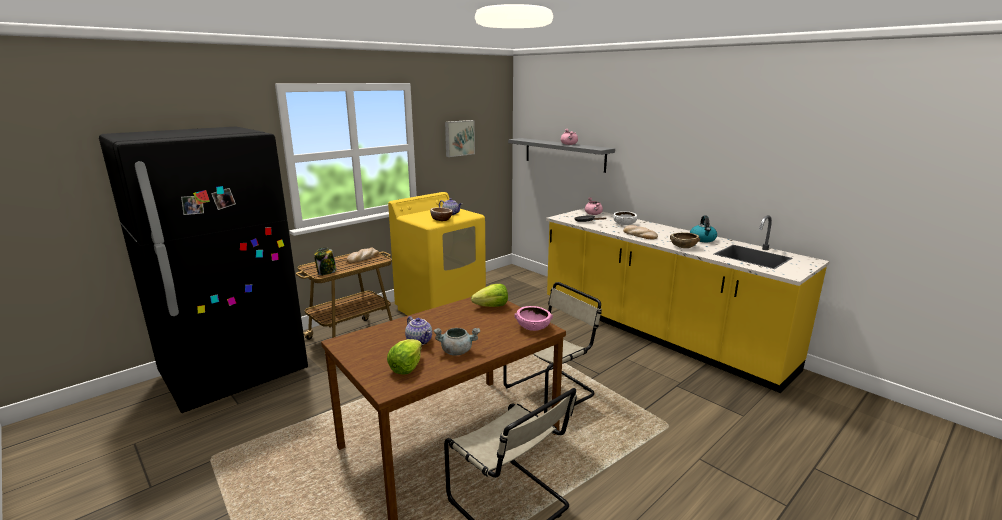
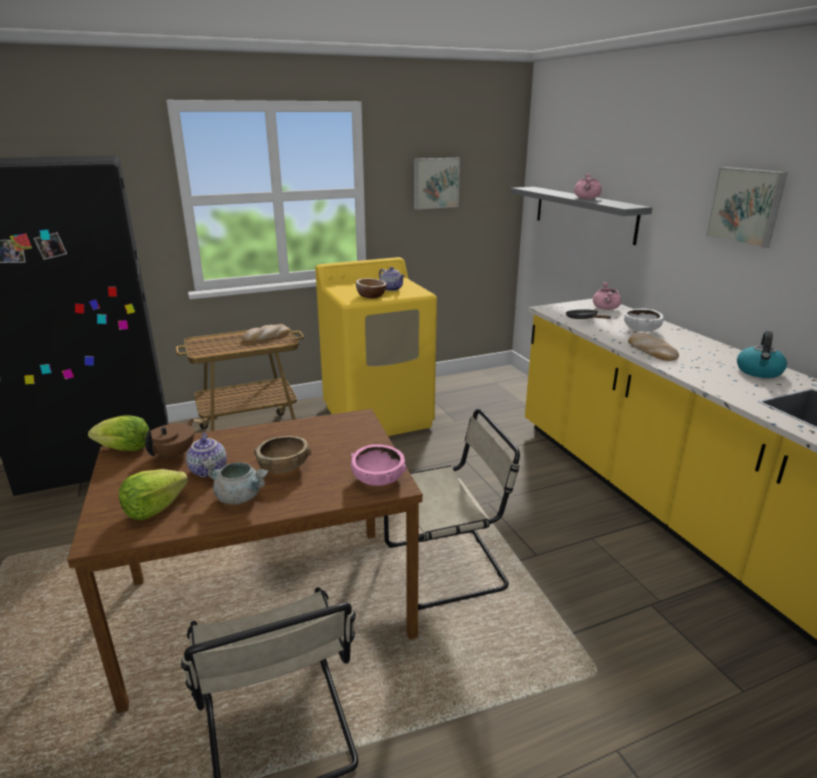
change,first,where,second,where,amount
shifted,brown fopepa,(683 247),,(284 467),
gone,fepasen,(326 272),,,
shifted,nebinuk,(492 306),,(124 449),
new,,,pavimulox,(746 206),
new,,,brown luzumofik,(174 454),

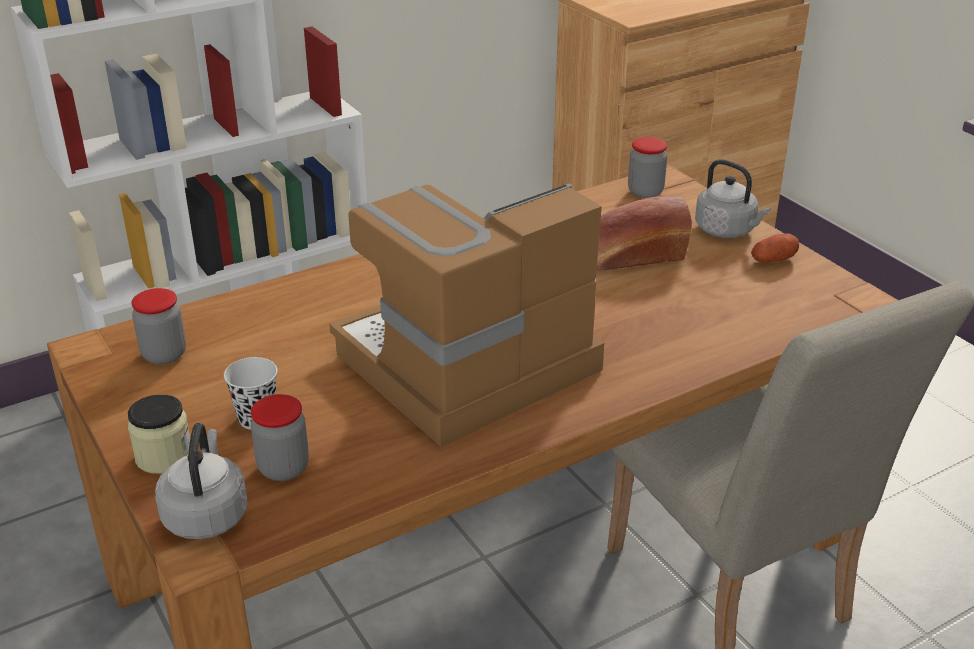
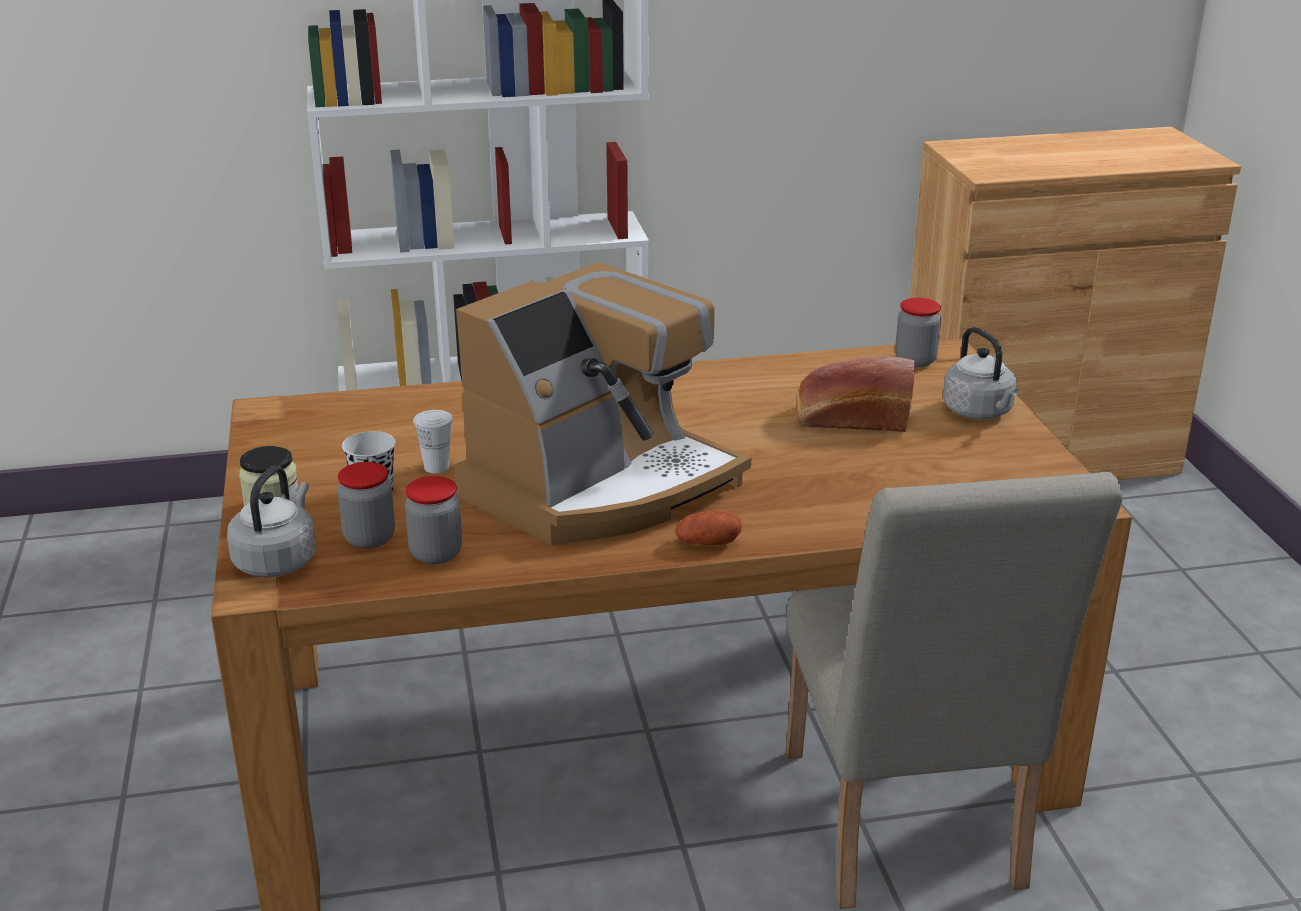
change,first,where,second,where,amount
rotated,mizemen,(466 366),,(601 487),150 degrees clockwise
shifted,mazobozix,(773 260),,(708 543),
shifted,fepasen,(164 354),,(436 553),
new,,,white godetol,(436 467),

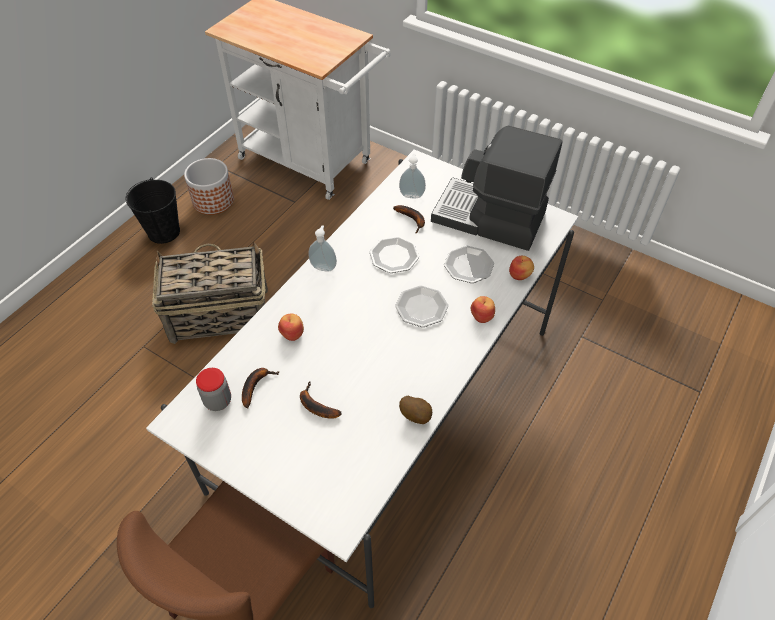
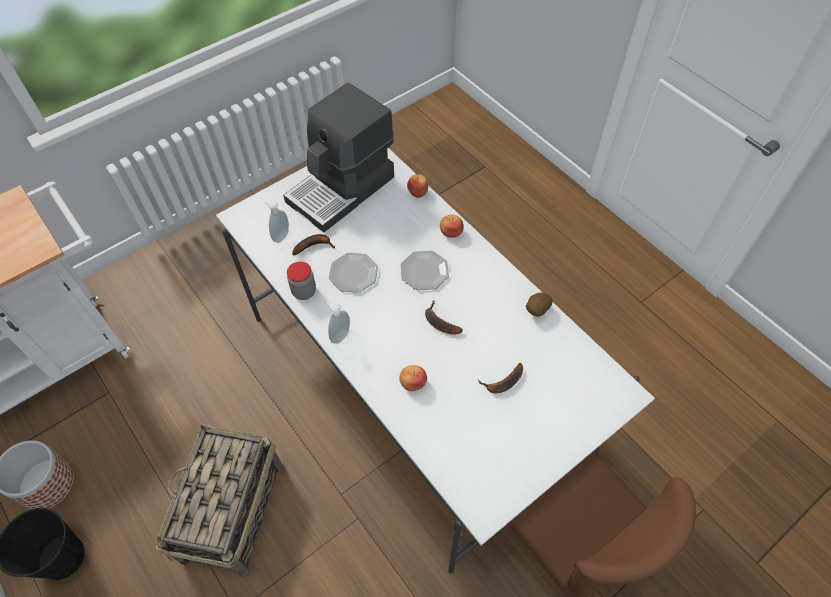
change,first,where,second,where,amount
gone,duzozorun,(468 265),,,
shifted,fepasen,(218 401),,(304 291),
shifted,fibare,(256 386),,(438 322),

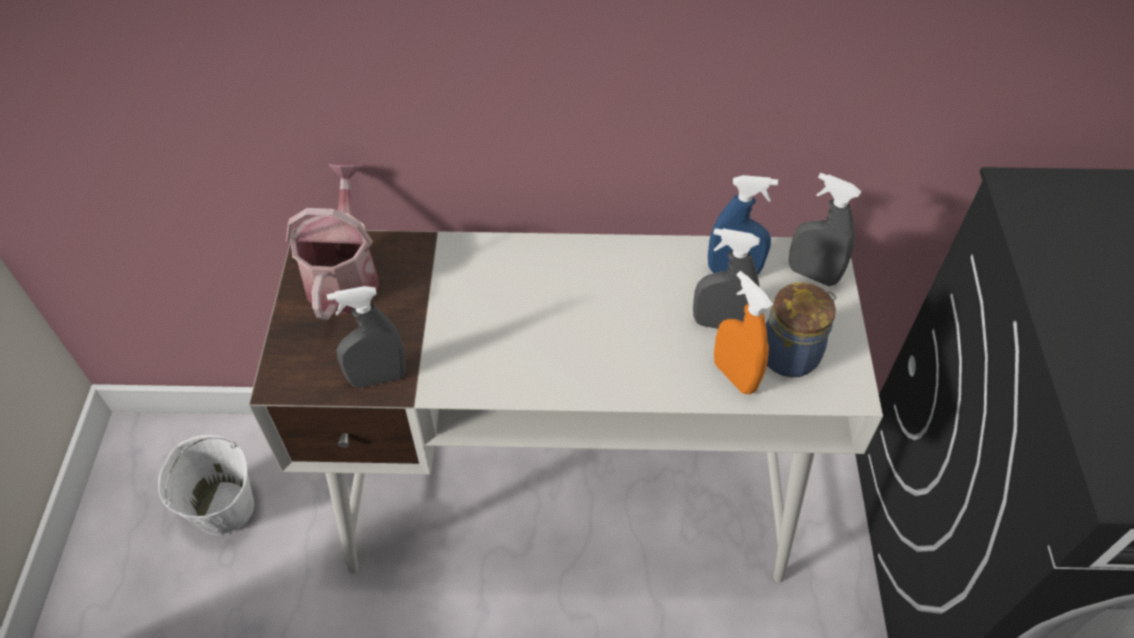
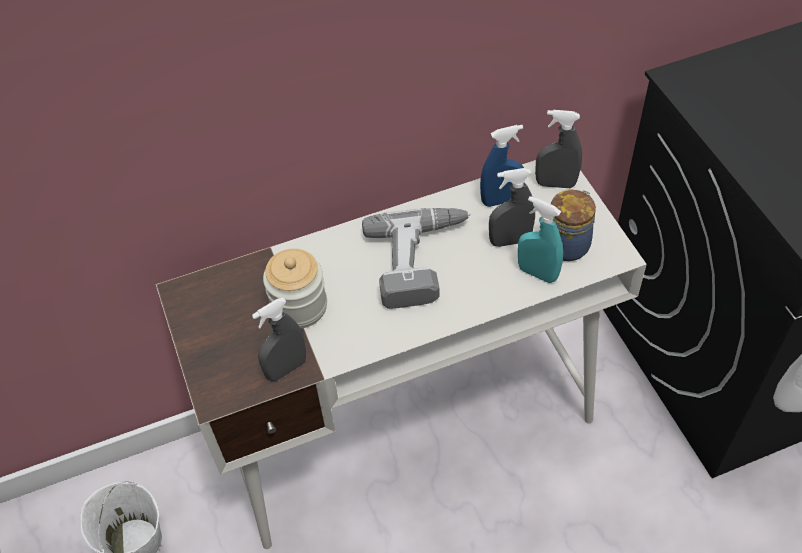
change,first,where,second,where,amount
gone,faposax,(344 274),,,
repainted,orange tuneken,(734 376),turquoise tuneken,(537 273),
new,,,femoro,(422 261),
new,,,fepasen,(299 306),

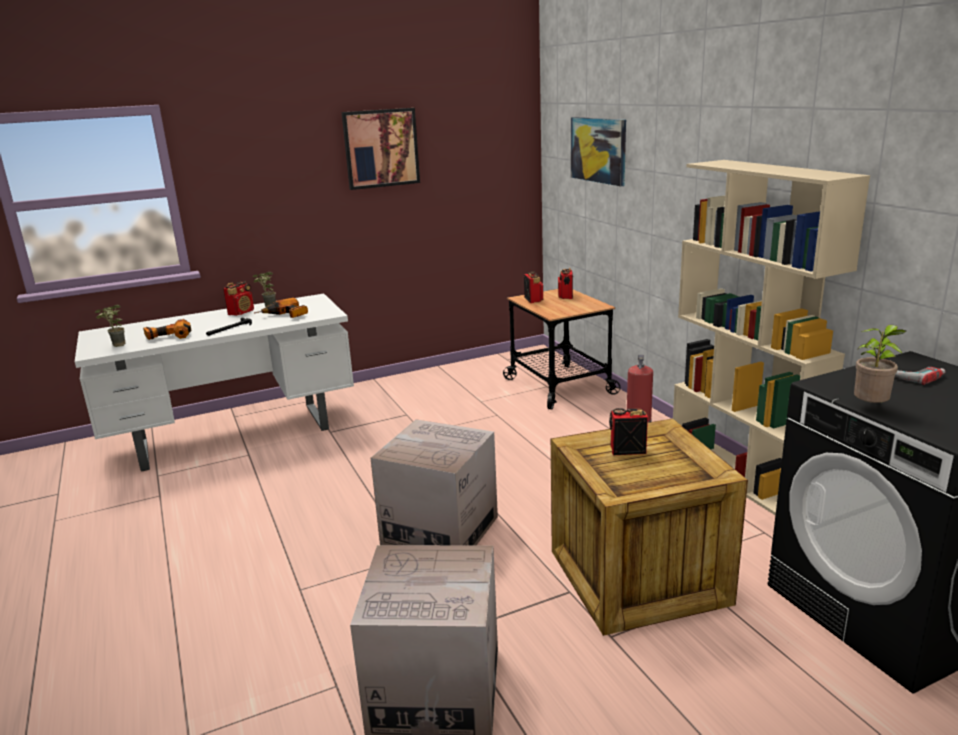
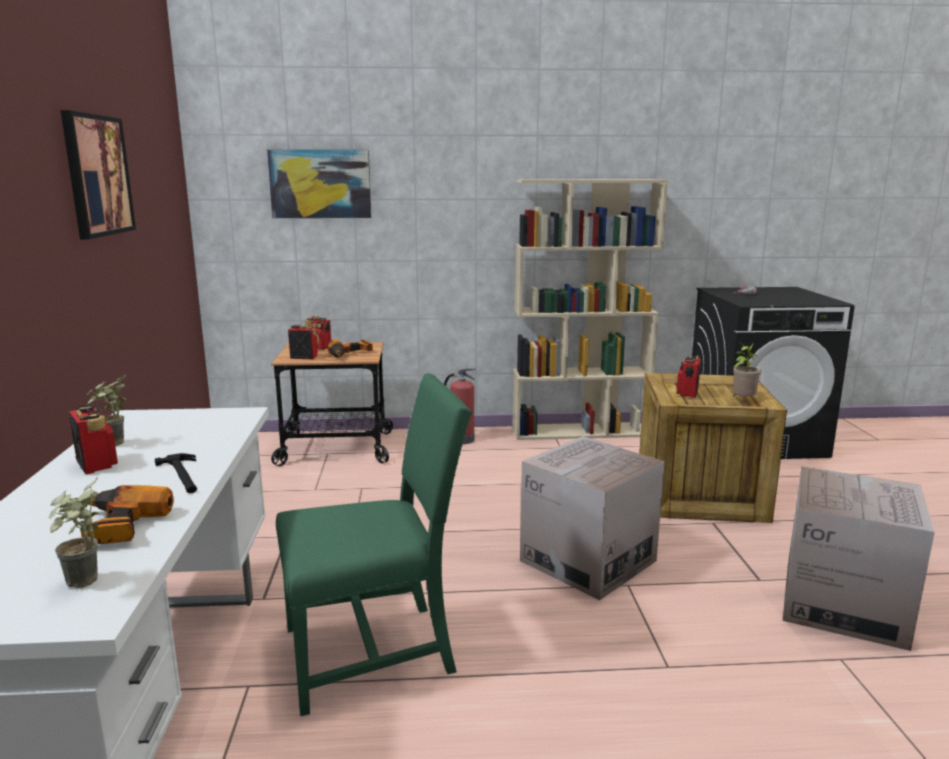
change,first,where,second,where,amount
shifted,femoro,(285 316),,(351 355),
shifted,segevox,(871 408),,(742 401),
new,,,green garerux,(375 651),

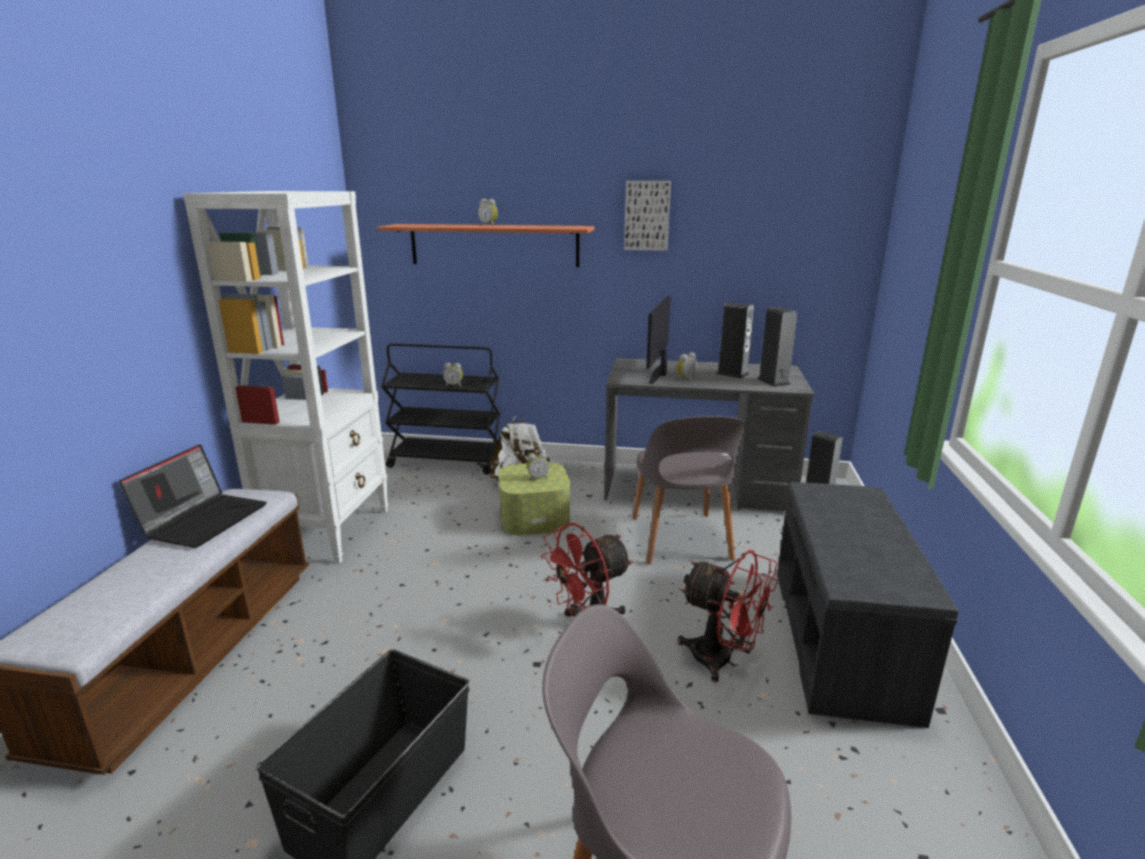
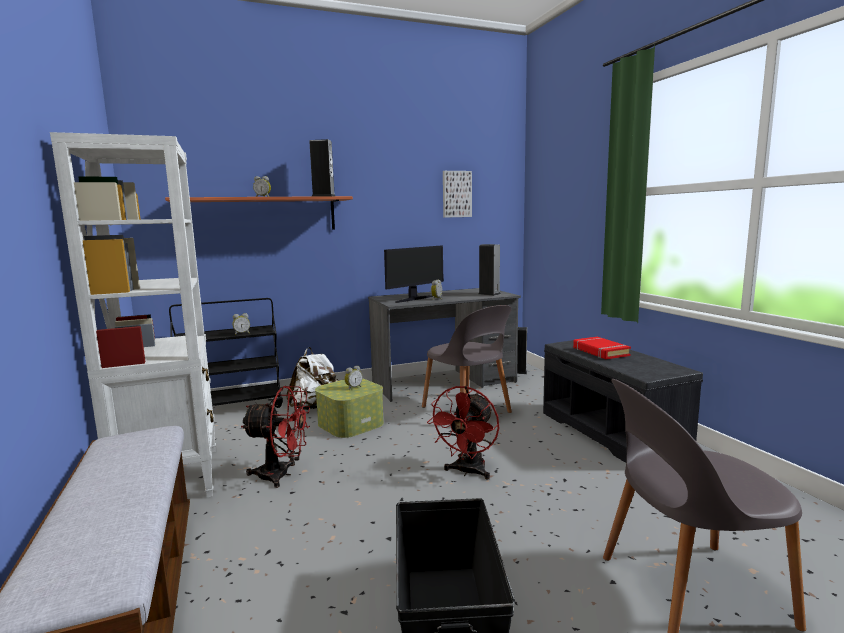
change,first,where,second,where,amount
shifted,pavimulox,(647 215),,(456 194),
rotated,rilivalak,(659 374),,(414 299),120 degrees counterclockwise
shifted,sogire,(732 374),,(323 196),
gone,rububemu,(204 519),,,
shifted,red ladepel,(722 660),,(281 475),
new,,,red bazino,(600 352),

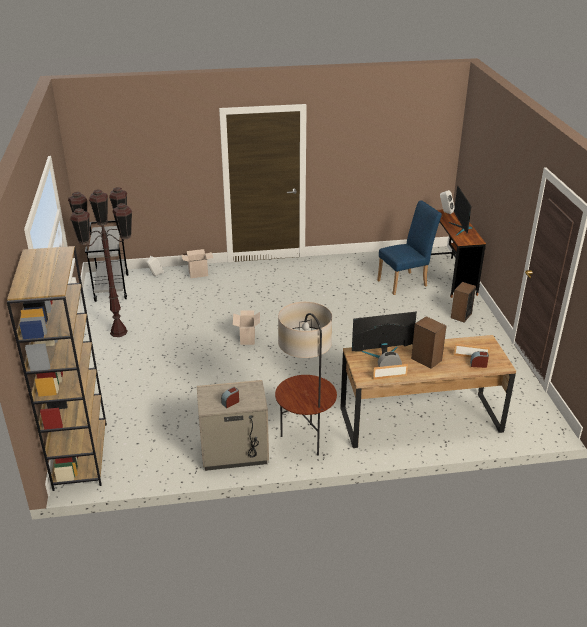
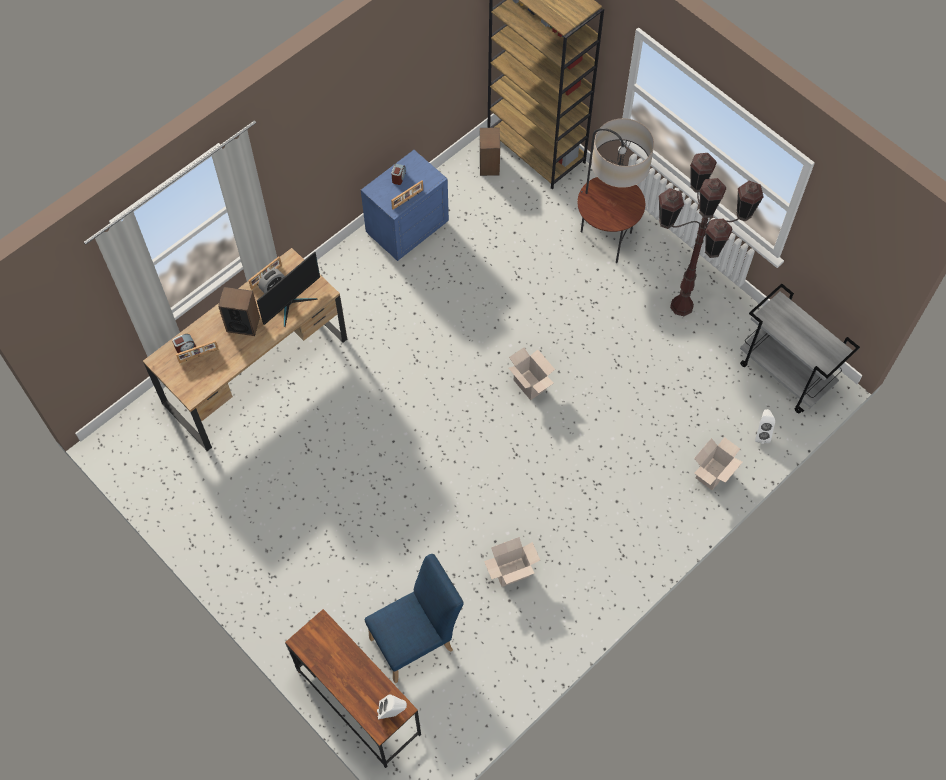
change,first,where,second,where,amount
gone,rilivalak,(461 228),,,
rotated,blue garerux,(405 282),,(417 641),150 degrees counterclockwise
shifted,sogire,(461 316),,(489 165),
shifted,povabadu,(305 440),,(605 240),
repainted,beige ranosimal,(234 452),blue ranosimal,(406 227),
new,,,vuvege,(408 199),
new,,,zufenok,(511 573),

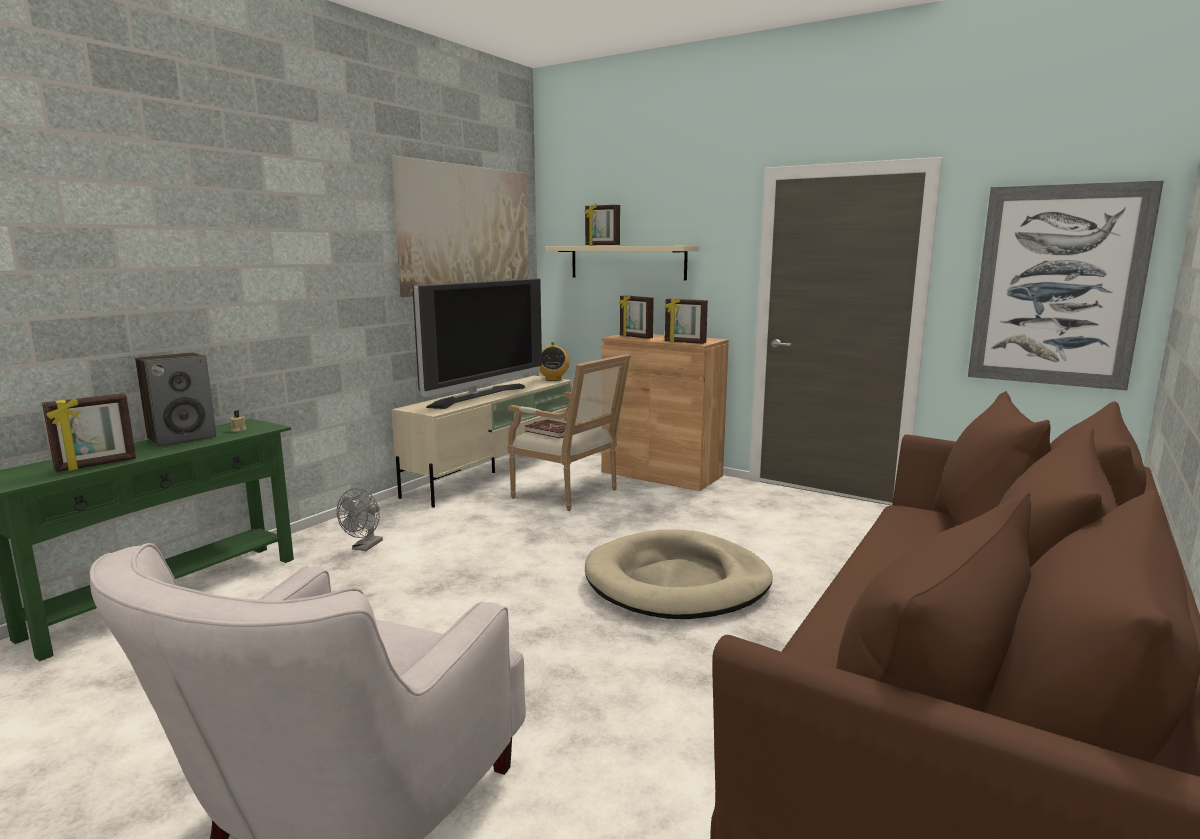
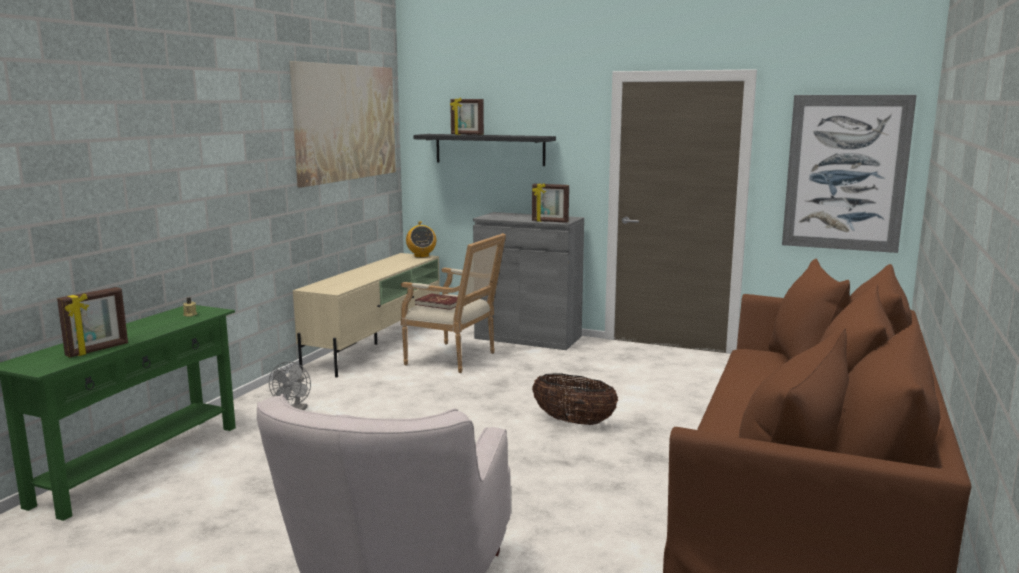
change,first,where,second,where,amount
repainted,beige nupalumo,(627 262),black nupalumo,(489 149),
gone,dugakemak,(479 396),,,
gone,vuvege,(635 337),,,
repainted,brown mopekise,(661 474),grey mopekise,(528 337),
gone,sogire,(182 438),,,
swapped,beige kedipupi,(677 582),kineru,(573 422),

